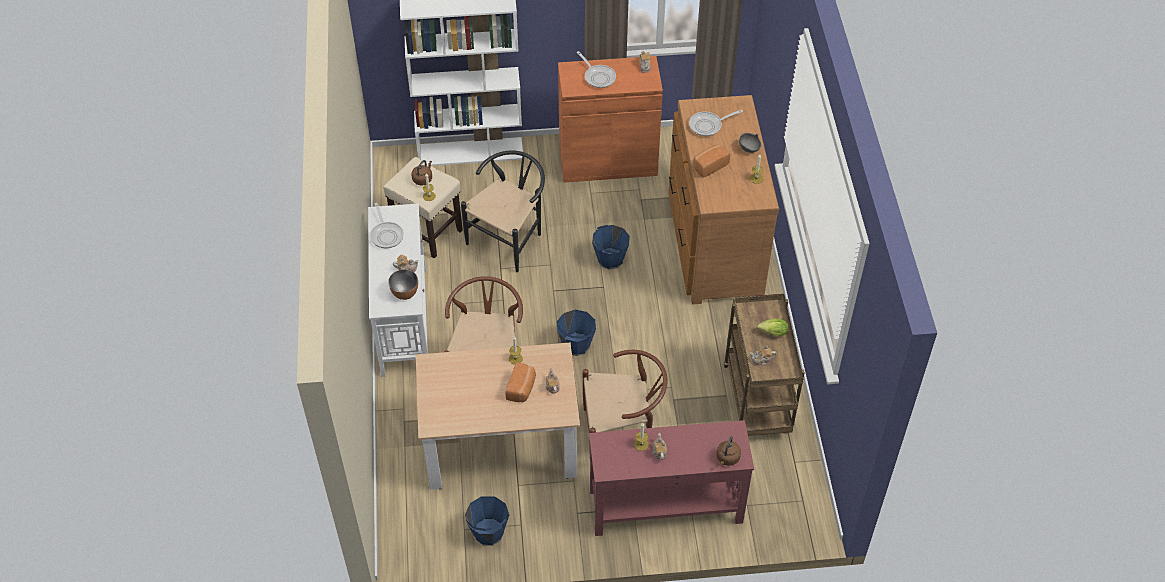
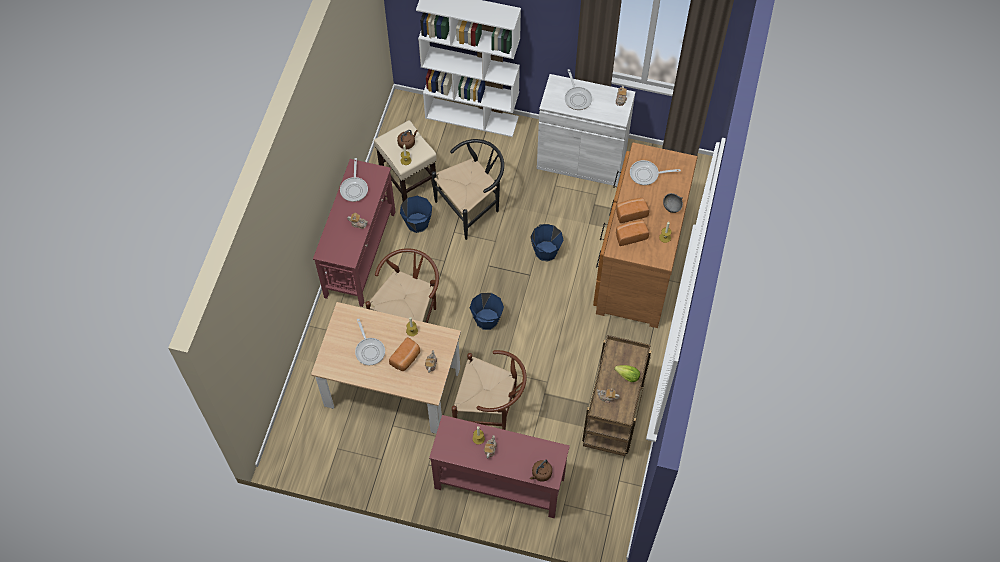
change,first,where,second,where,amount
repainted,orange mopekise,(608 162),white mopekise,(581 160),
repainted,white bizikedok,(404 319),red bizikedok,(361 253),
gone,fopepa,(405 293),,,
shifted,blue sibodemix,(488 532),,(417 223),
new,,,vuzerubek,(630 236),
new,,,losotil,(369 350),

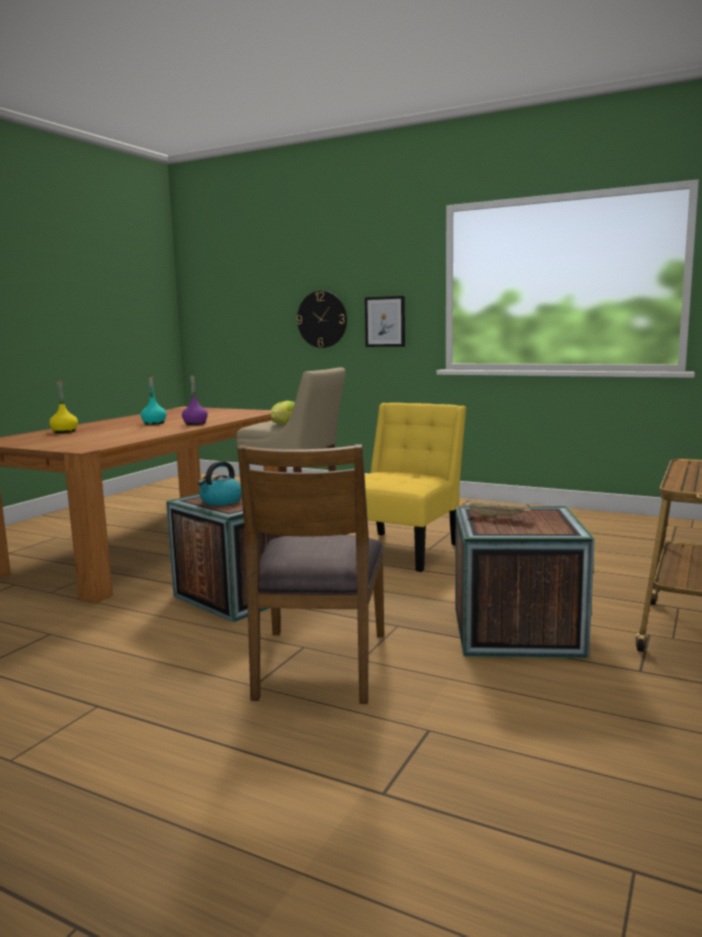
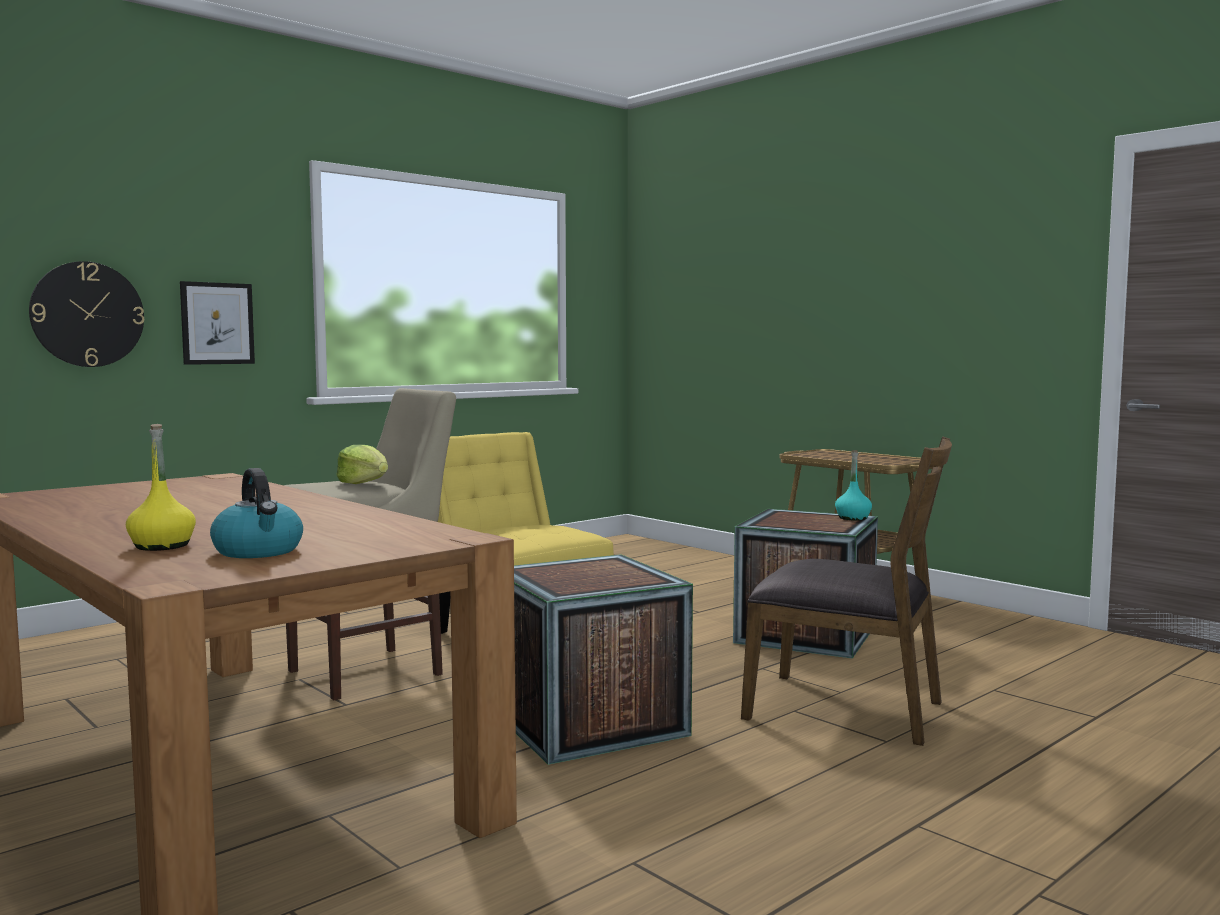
change,first,where,second,where,amount
shifted,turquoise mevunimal,(154 423),,(852 518),
gone,purple mevunimal,(195 423),,,
shifted,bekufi,(221 501),,(259 551),
gone,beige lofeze,(497 517),,,

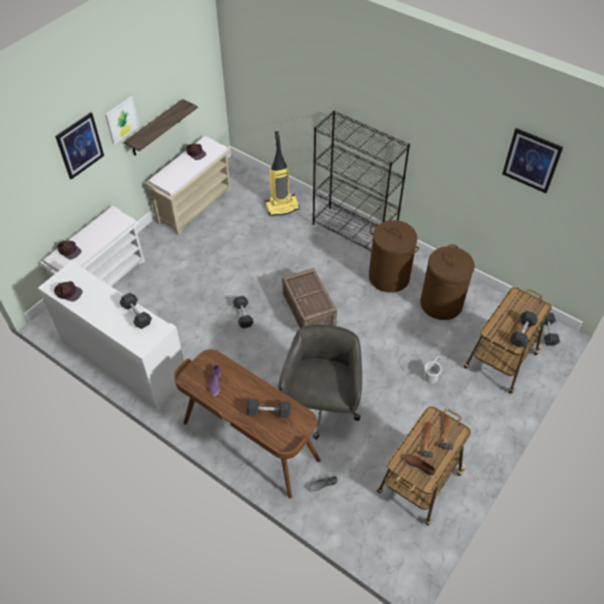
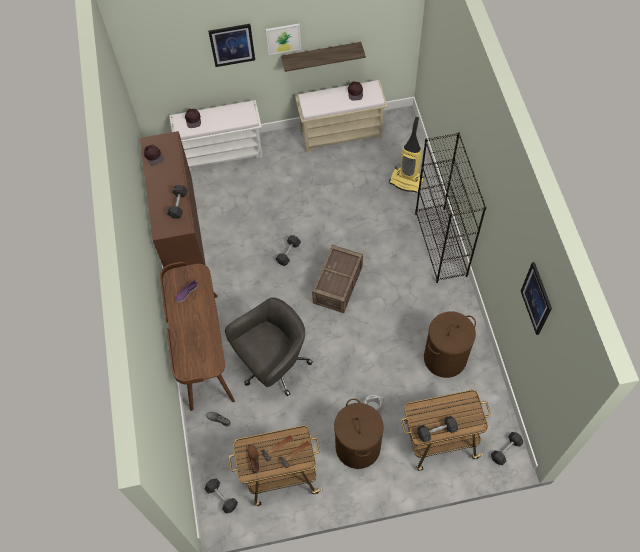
change,first,where,second,where,amount
shifted,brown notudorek,(388 277),,(357 446),
repainted,white mopekise,(124 361),brown mopekise,(180 227),
shifted,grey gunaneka,(269 412),,(222 497),

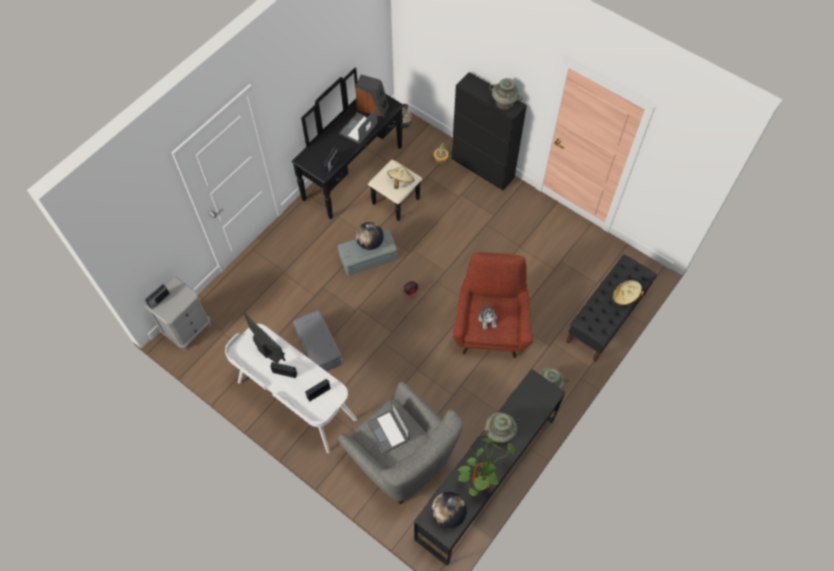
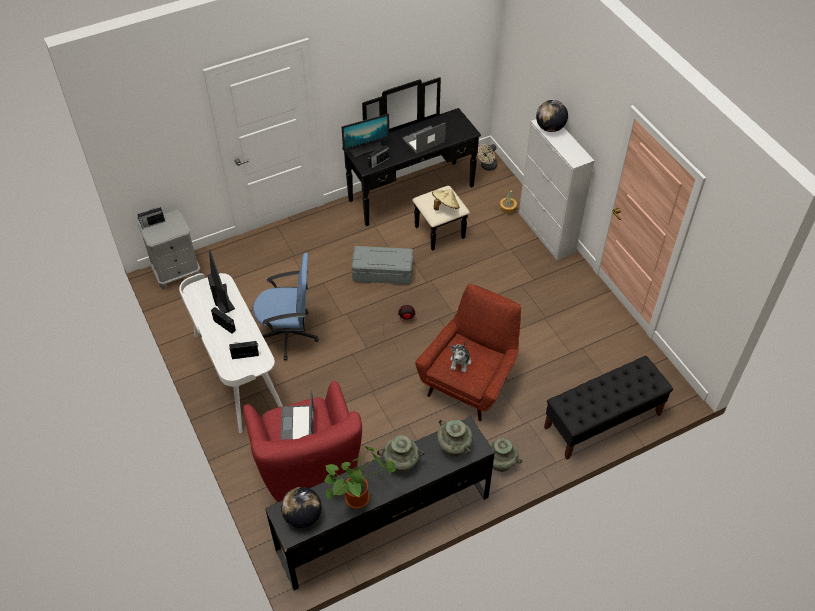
change,first,where,second,where,amount
repainted,black mopekise,(483 168),white mopekise,(547 232),
gone,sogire,(373 107),,,
shifted,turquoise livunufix,(504 102),,(453 446),
shifted,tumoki,(370 243),,(550 128),
gone,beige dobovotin,(625 297),,,
swapped,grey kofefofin,(319 347),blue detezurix,(288 334),
repainted,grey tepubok,(402 459),red tepubok,(308 469),
new,,,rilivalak,(366 149),

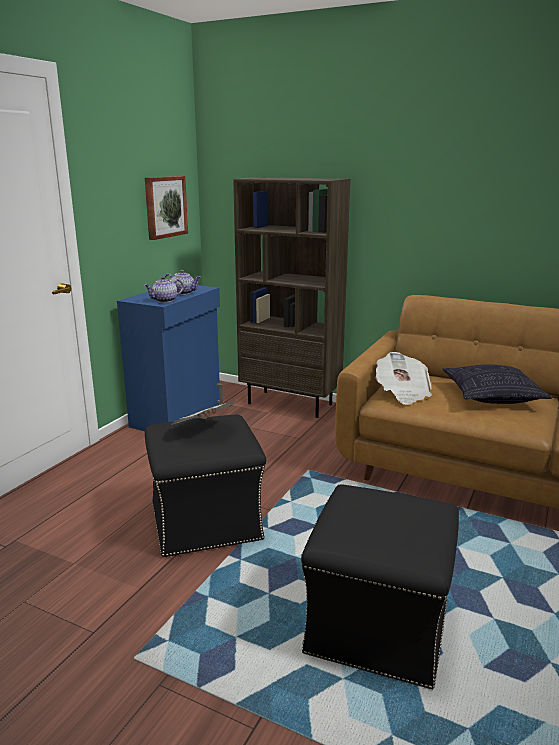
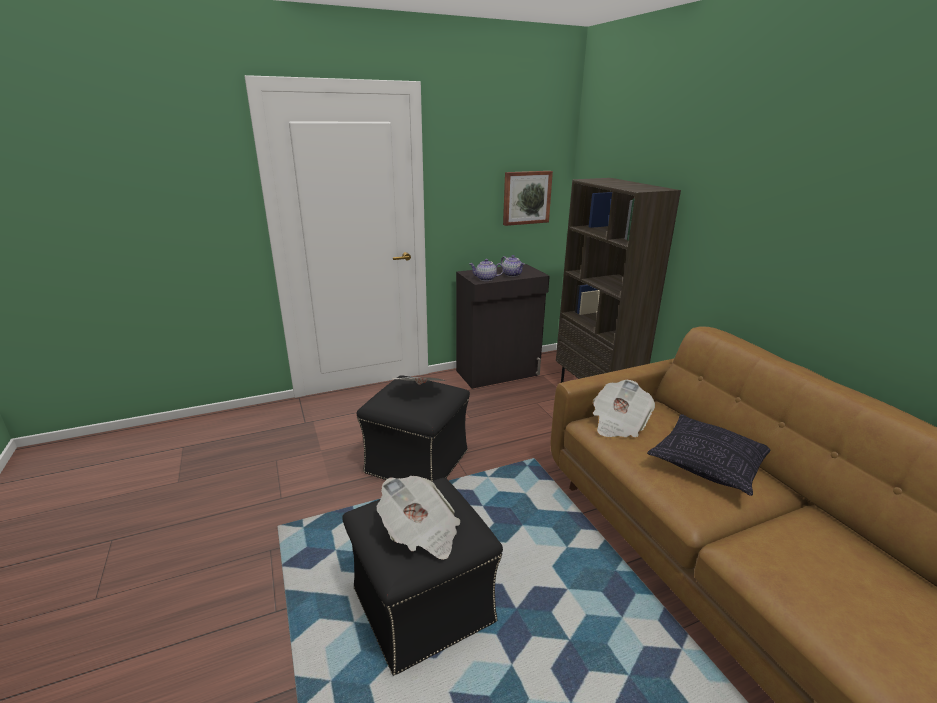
change,first,where,second,where,amount
repainted,blue mopekise,(178 415),black mopekise,(499 373),
new,,,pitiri,(421 533),

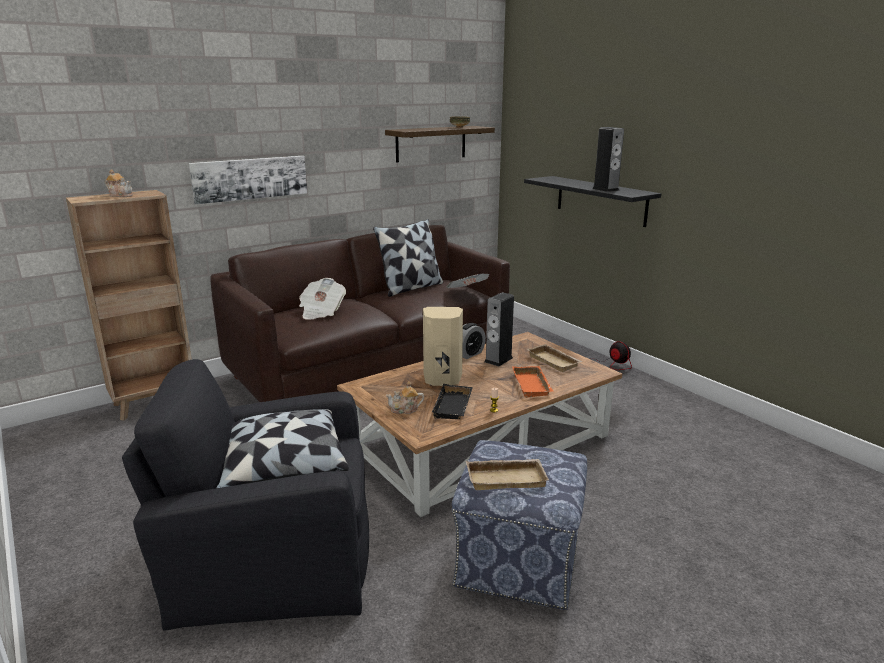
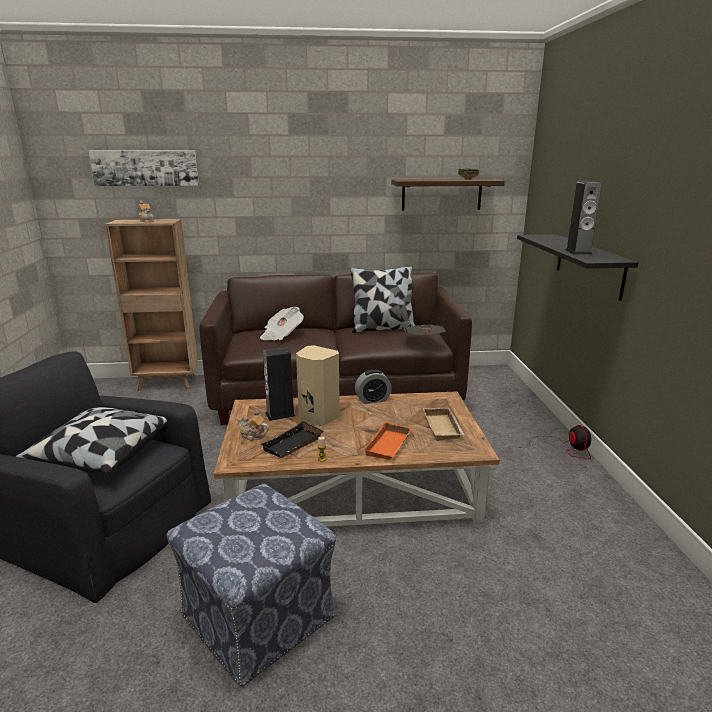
change,first,where,second,where,amount
shifted,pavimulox,(250 178),,(145 168),
shifted,sogire,(498 360),,(280 414),
gone,beige lofeze,(506 478),,,

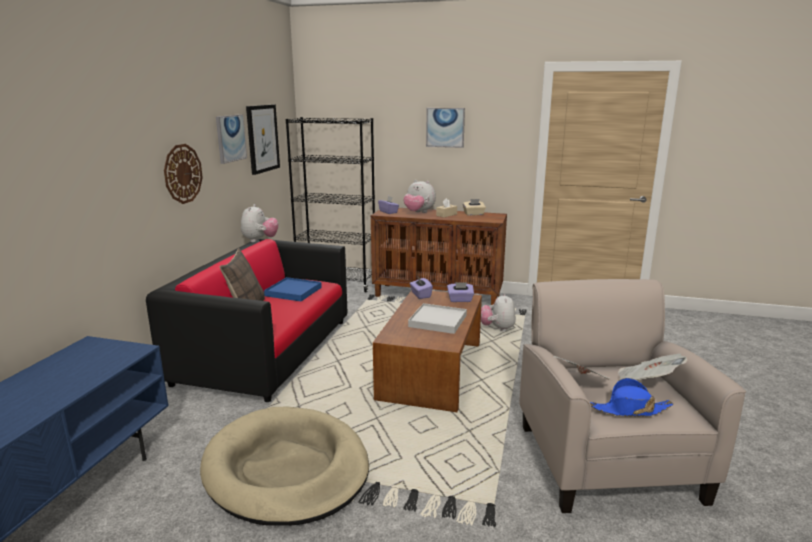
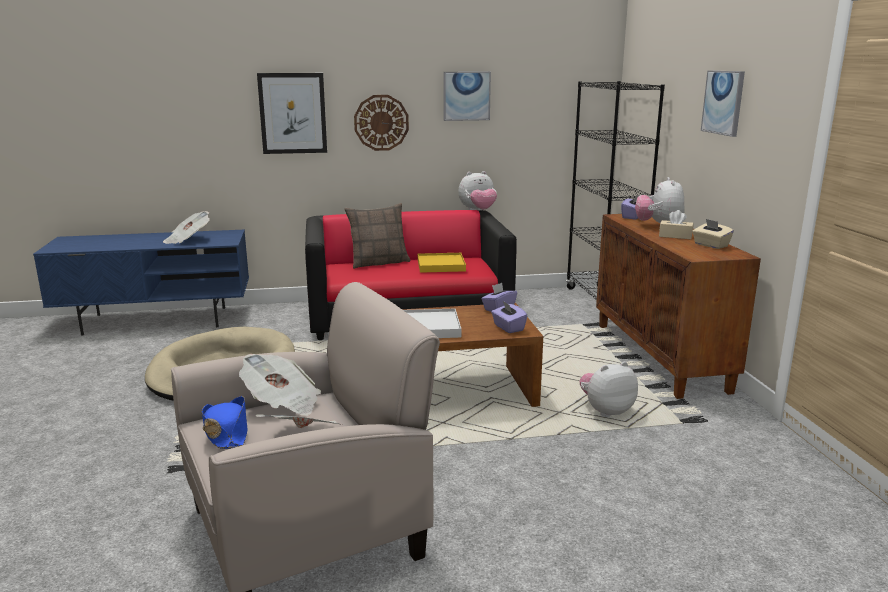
change,first,where,second,where,amount
shifted,pavimulox,(262 138),,(293 113),
repainted,blue lofeze,(293 291),yellow lofeze,(441 265),
new,,,pitiri,(188 240),

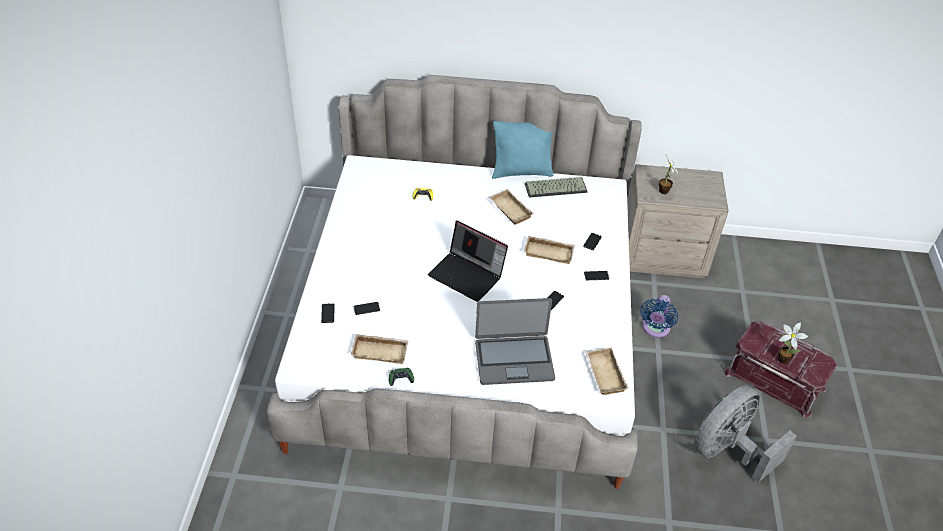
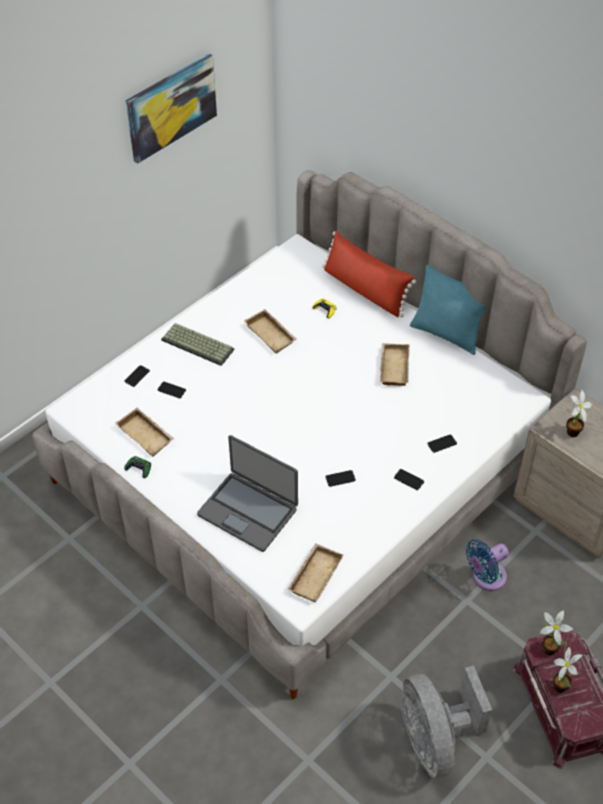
change,first,where,second,where,amount
shifted,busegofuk,(556 187),,(199 344),
gone,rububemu,(468 275),,,
shifted,beige lofeze,(549 252),,(272 334),
rotated,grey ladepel,(728 451),,(434 739),105 degrees counterclockwise
new,,,pavimulox,(171 107),
new,,,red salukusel,(365 290),
new,,,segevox,(548 648),

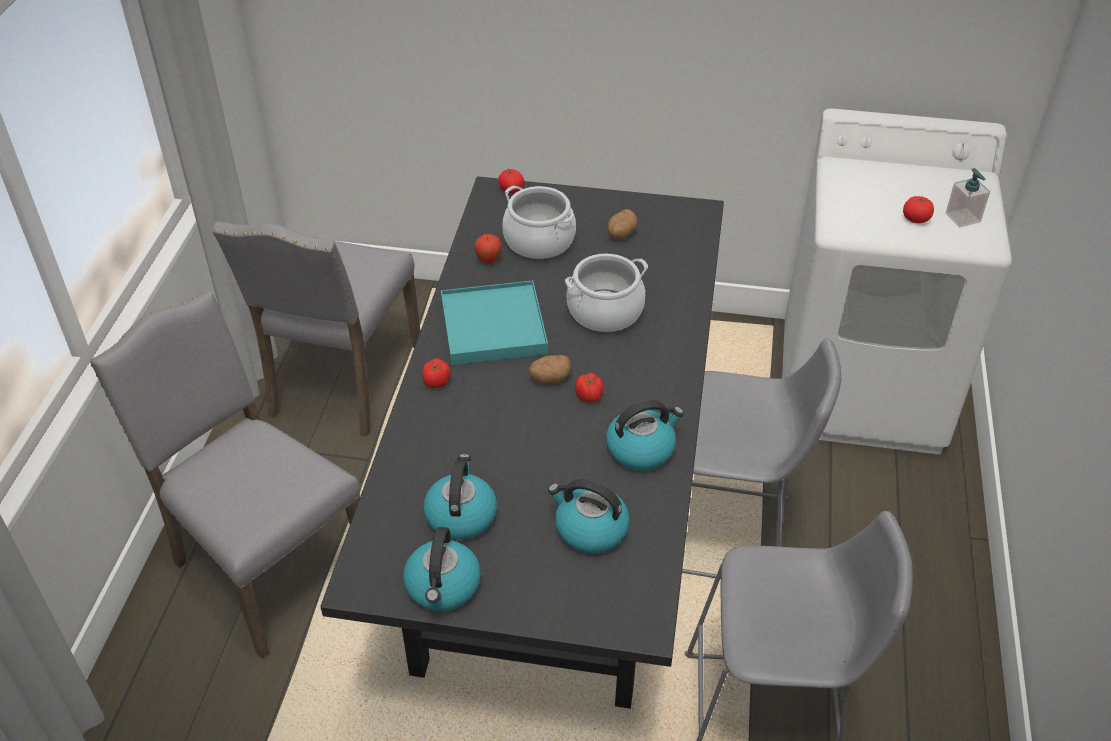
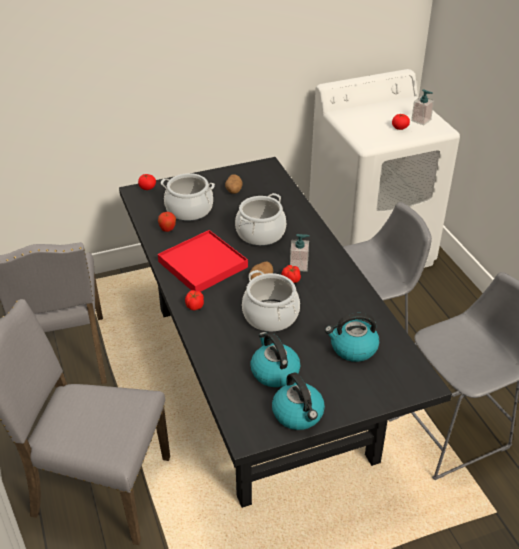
change,first,where,second,where,amount
repainted,turquoise lofeze,(494 327),red lofeze,(203 264),
gone,bekufi,(641 449),,,
new,,,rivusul,(299 265),
new,,,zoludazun,(270 316),

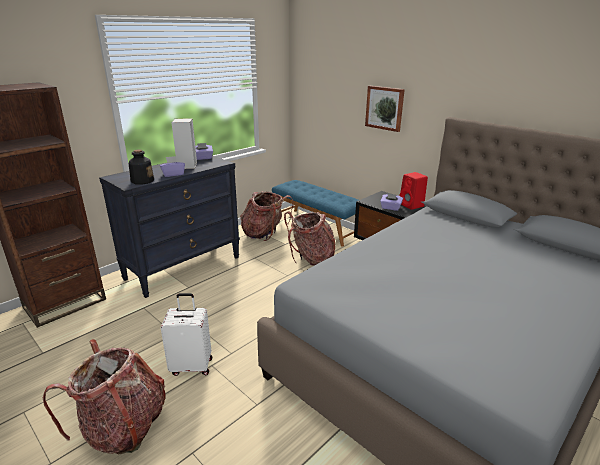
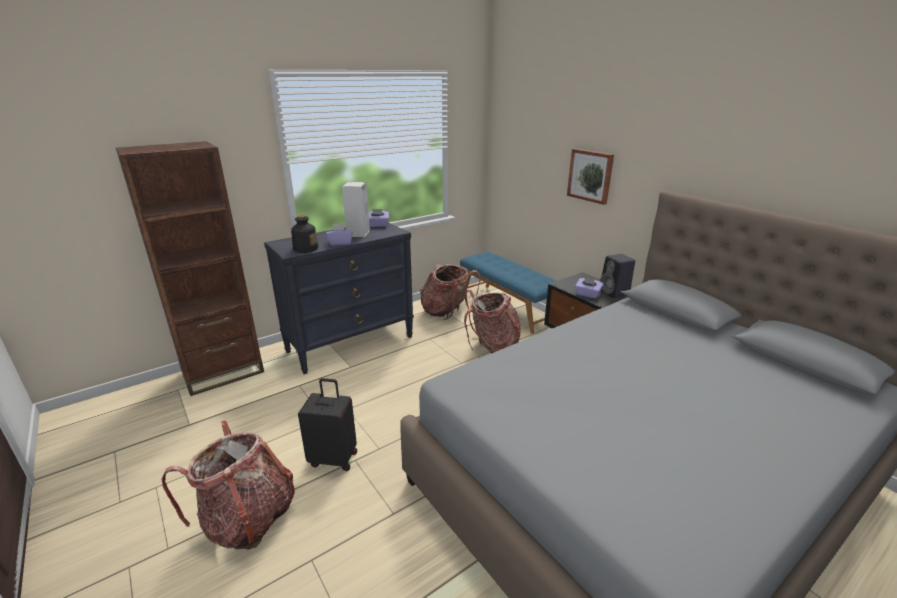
change,first,where,second,where,amount
repainted,red sogire,(412 205),black sogire,(615 293),
repainted,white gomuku,(192 366),black gomuku,(334 458),

